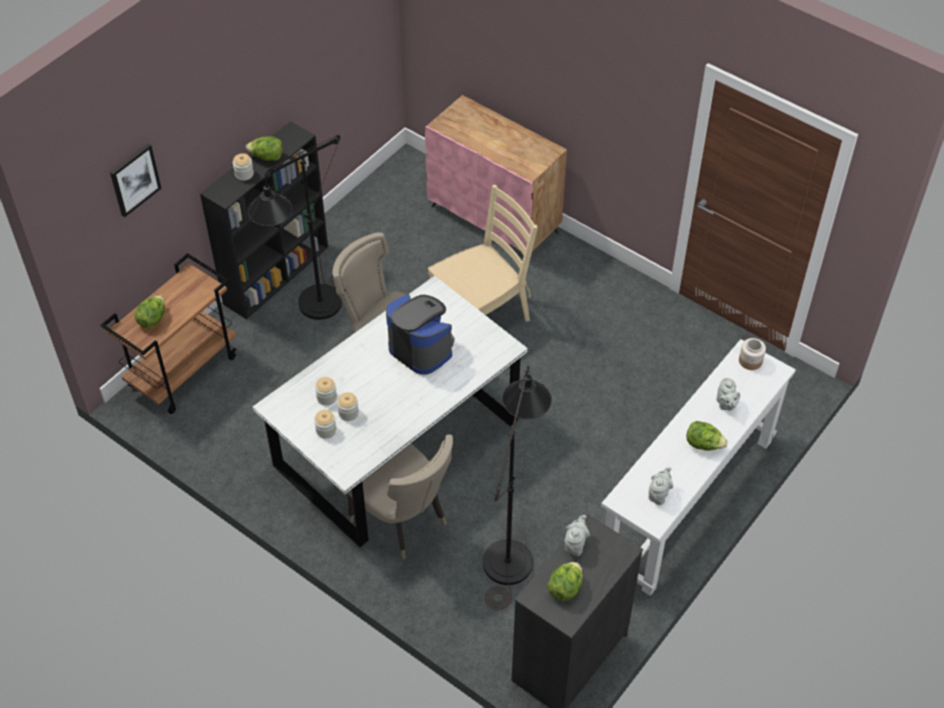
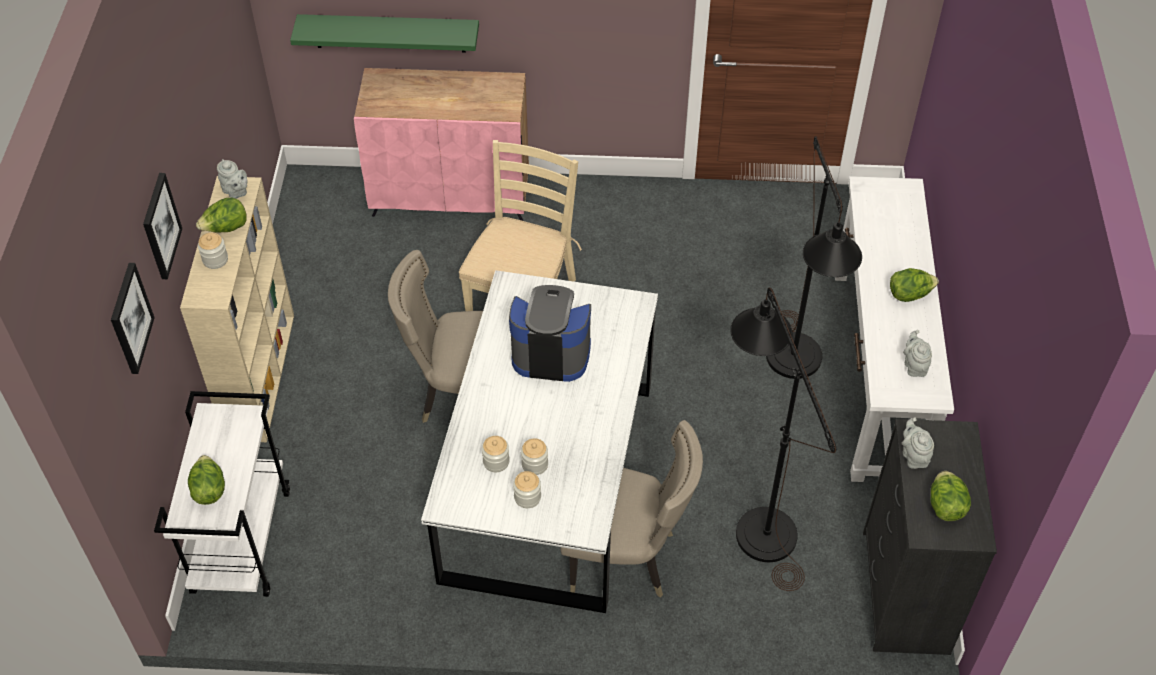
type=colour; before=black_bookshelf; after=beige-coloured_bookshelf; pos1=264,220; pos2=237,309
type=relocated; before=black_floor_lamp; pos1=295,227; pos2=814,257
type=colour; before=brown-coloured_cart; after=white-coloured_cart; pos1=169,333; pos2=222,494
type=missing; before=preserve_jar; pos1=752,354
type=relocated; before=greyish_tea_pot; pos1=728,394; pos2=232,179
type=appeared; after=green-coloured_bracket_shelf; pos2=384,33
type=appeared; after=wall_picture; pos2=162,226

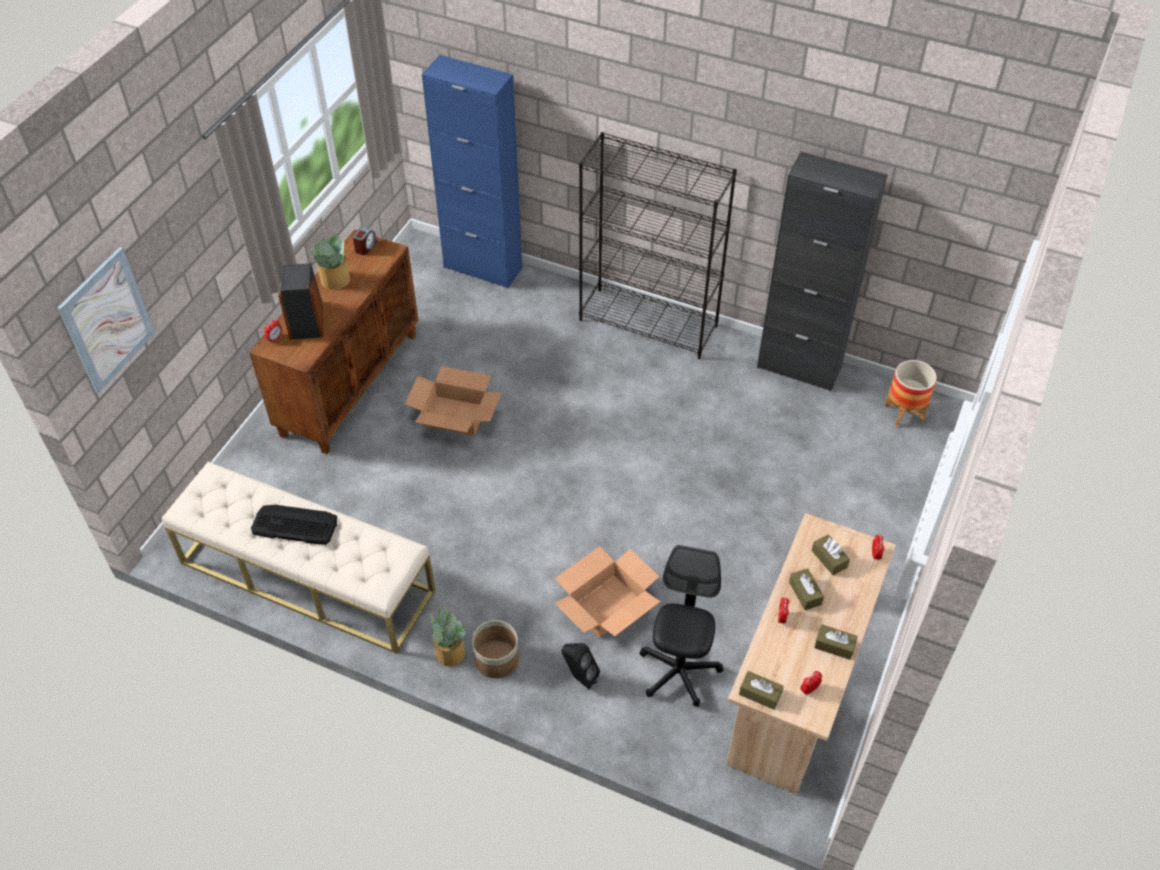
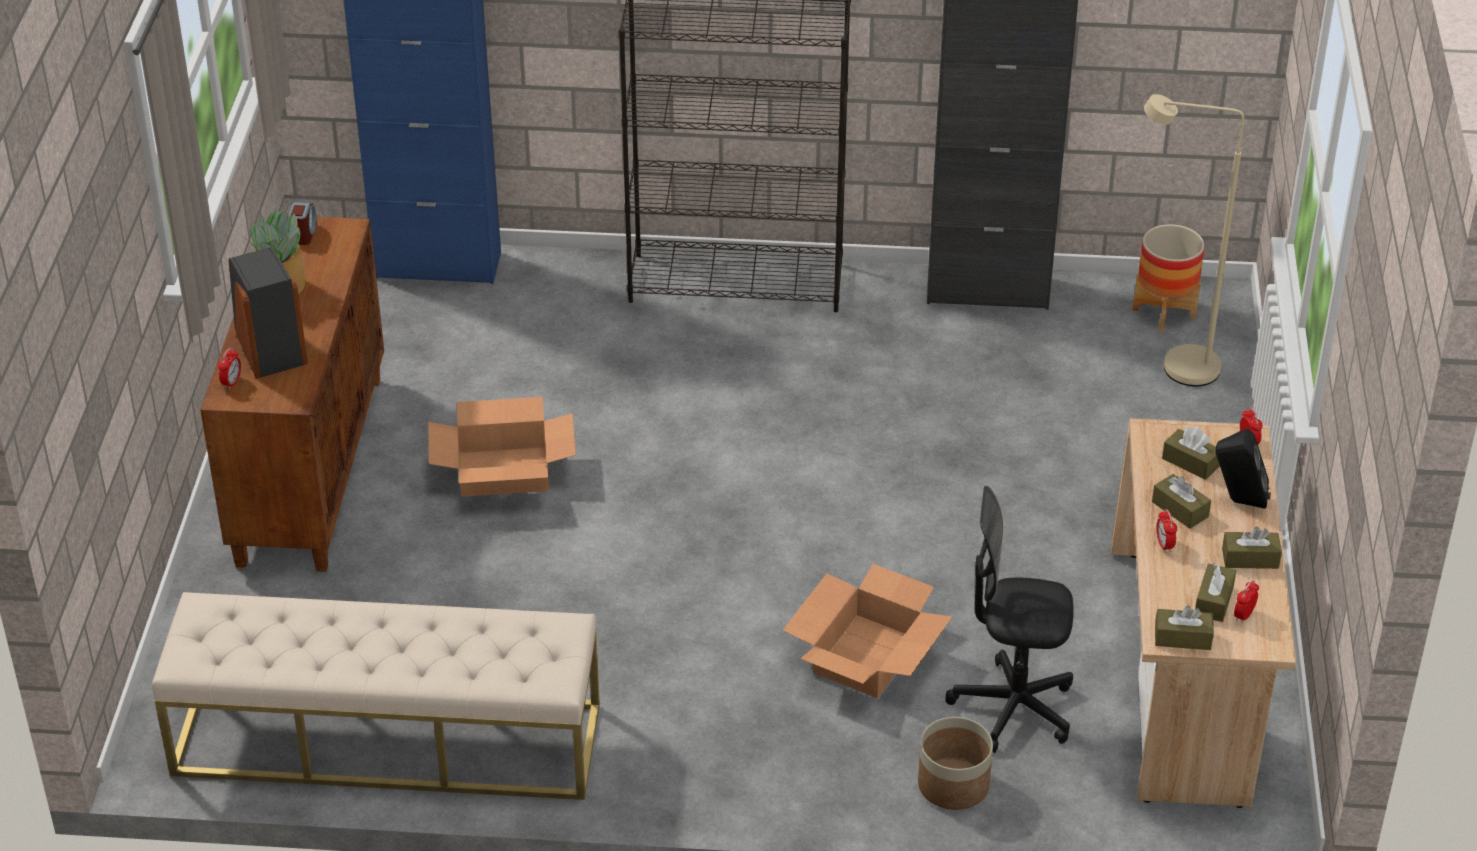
type=missing; before=wall_picture; pos1=106,320
type=missing; before=keyboard; pos1=294,525
type=spun; before=black_office_chair; pos1=681,626; pos2=1009,619; turn=-75
type=missing; before=plant_in_a_pot; pos1=447,636
type=relocated; before=plant_pot; pos1=495,649; pos2=955,763
type=relocated; before=black_audio_speaker; pos1=581,666; pos2=1243,469
type=appeared; after=beige-coloured_floor_lamp; pos2=1194,240
type=appeared; after=brown-coloured_box_of_tissues; pos2=1215,592

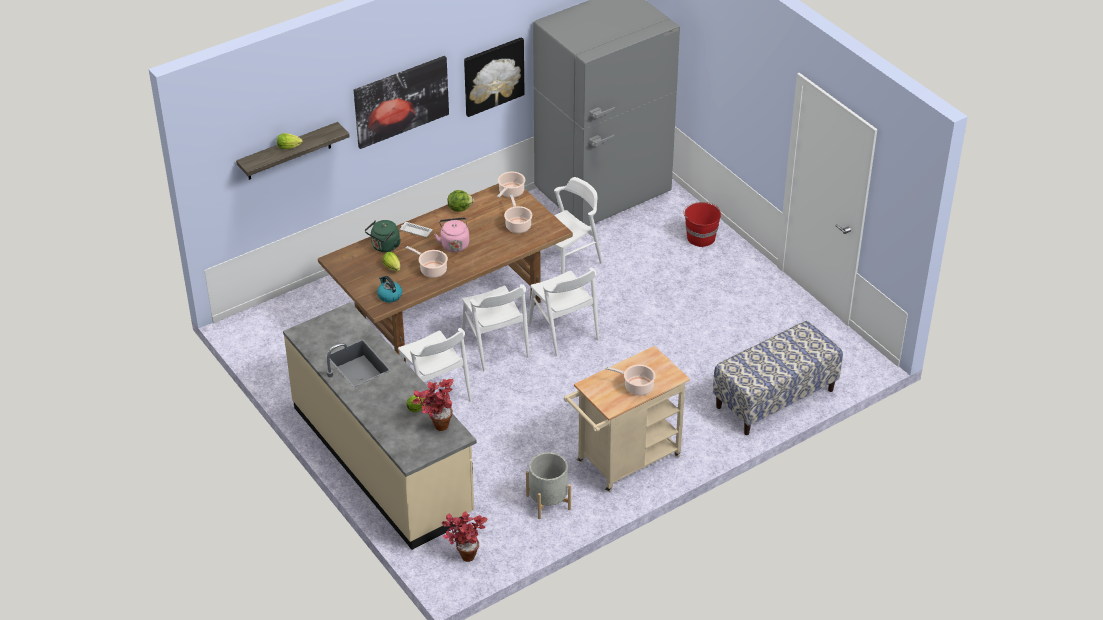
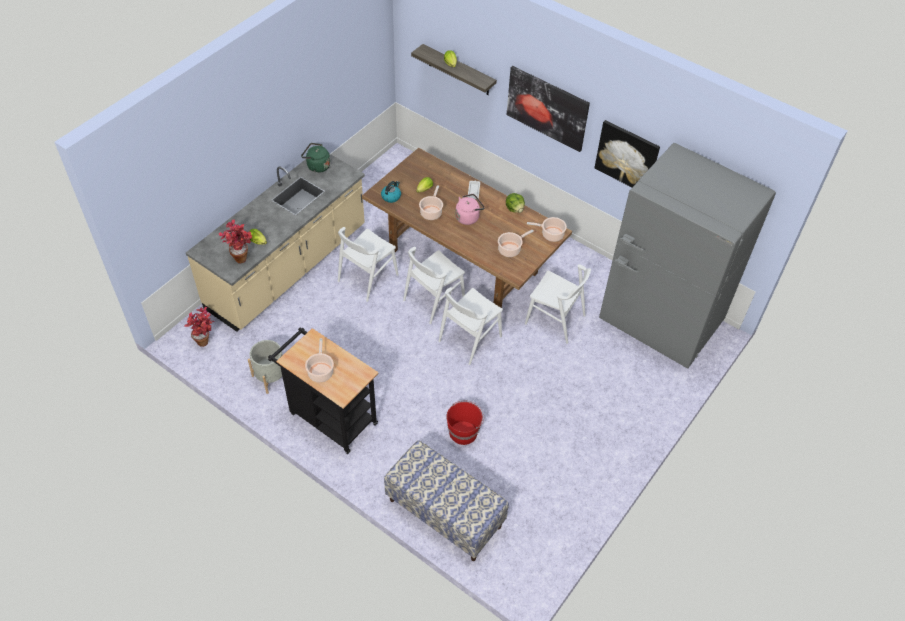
type=relocated; before=red_bucket; pos1=702,224; pos2=465,422
type=relocated; before=green-coloured_tea_kettle; pos1=383,236; pos2=315,158
type=colour; before=beige-coloured_cart; after=black_cart; pos1=627,419; pos2=323,391

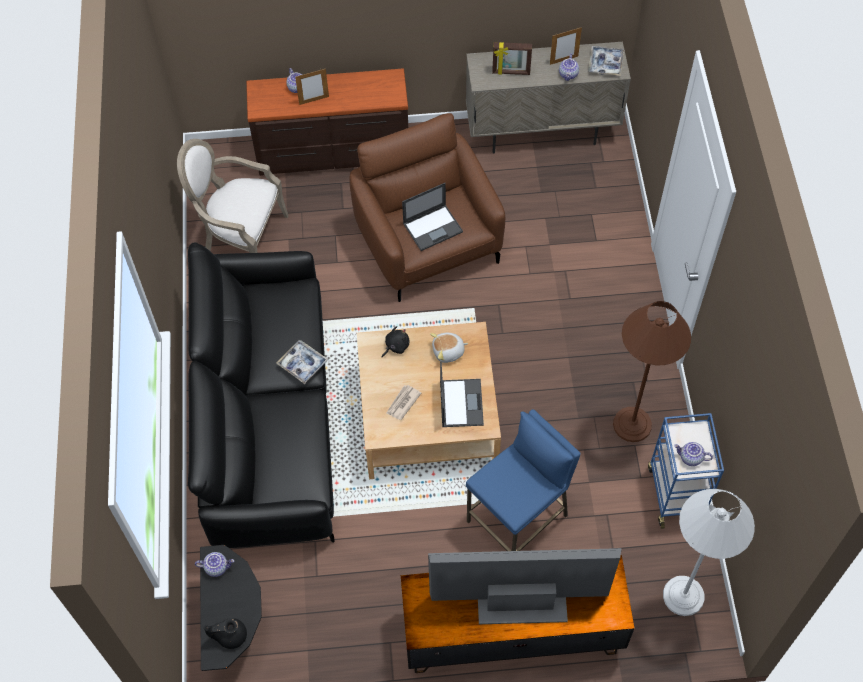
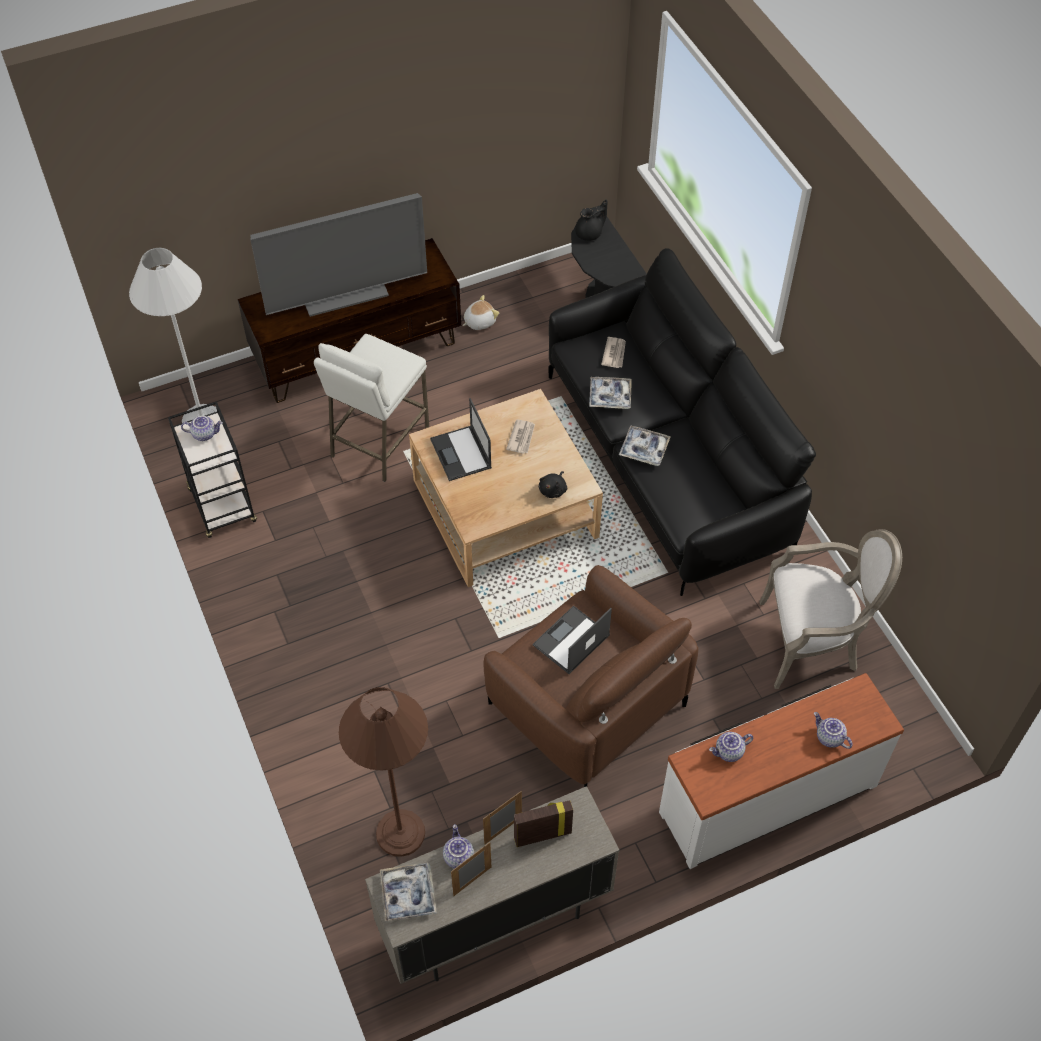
type=colour; before=brown-coloured_dresser; after=white-coloured_dresser; pos1=327,122; pos2=781,771
type=relocated; before=photo_frame; pos1=312,87; pos2=502,818
type=relocated; before=brown-coloured_floor_lamp; pos1=652,371; pos2=383,772
type=relocated; before=cuddly_toy; pos1=449,348; pos2=481,312
type=colour; before=blue_stool_seat; after=white-coloured_stool_seat; pos1=523,480; pos2=371,408
type=colour; before=blue_cart; after=black_cart; pos1=686,471; pos2=212,469
type=relocated; before=tea_pot; pos1=214,564; pos2=731,747
type=appeared; after=newspaper; pos2=613,352
type=appeared; after=tray; pos2=610,393

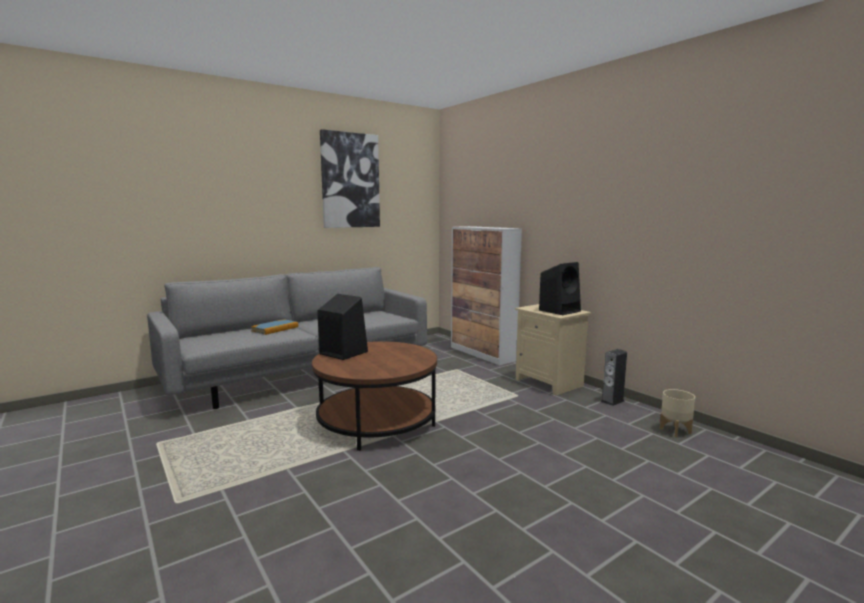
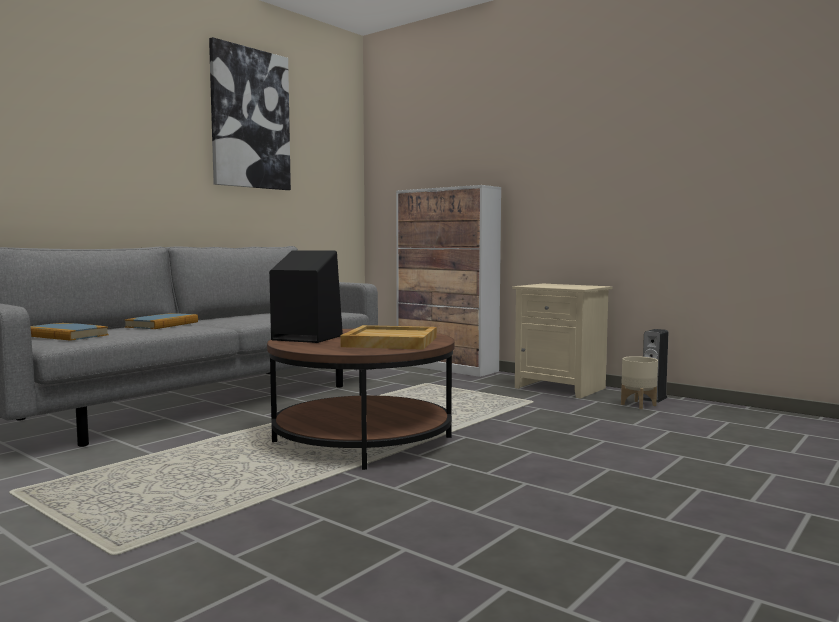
type=missing; before=black_audio_speaker; pos1=560,288
type=relocated; before=beige-coloured_plant_pot; pos1=677,413; pos2=639,382
type=appeared; after=book; pos2=69,332
type=appeared; after=beige-coloured_tray; pos2=388,337

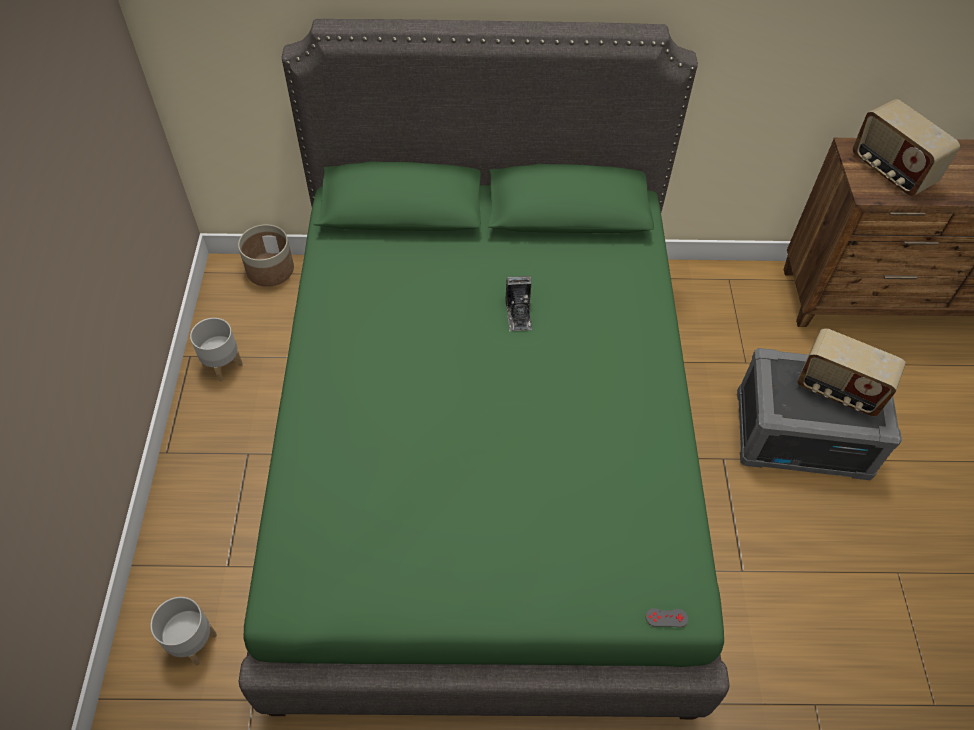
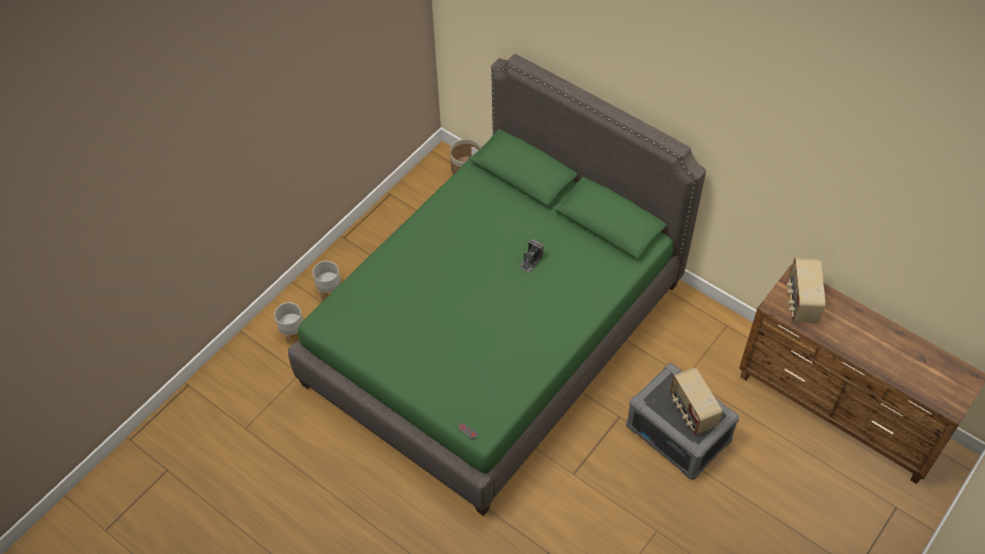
type=relocated; before=greyish_plant_pot; pos1=216,349; pos2=327,280

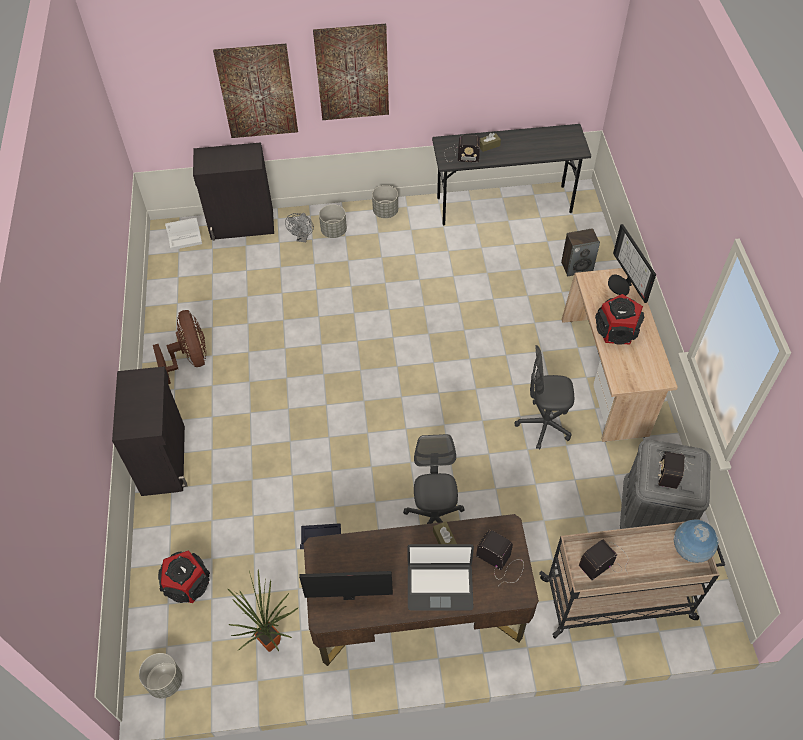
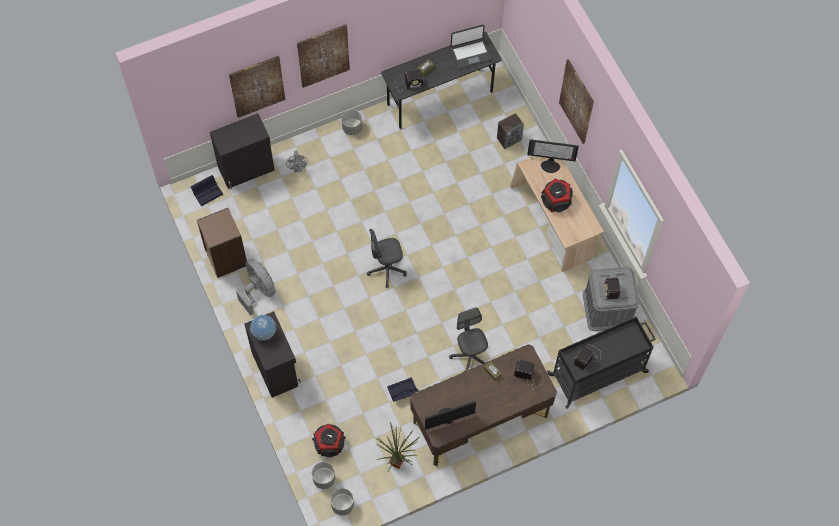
type=relocated; before=greyish_plant_pot; pos1=333,221; pos2=323,475
type=colour; before=white-coloured_storage_container; after=black_storage_container; pos1=183,233; pos2=207,190
type=spun; before=computer_display; pos1=632,263; pos2=553,156; turn=-45
type=colour; before=brown-coloured_electric_fan; after=greyish_electric_fan; pos1=179,347; pos2=256,287
type=relocated; before=greyish_office_chair; pos1=544,397; pos2=387,258
type=relocated; before=desk_globe; pos1=696,541; pos2=263,328
type=colour; before=beige-coloured_cart; after=black_cart; pos1=632,580; pos2=601,363
type=relocated; before=portable_computer; pos1=440,577; pos2=471,46
type=appeared; after=wall_picture; pos2=576,101
type=appeared; after=brown-coloured_bookshelf; pos2=222,243

